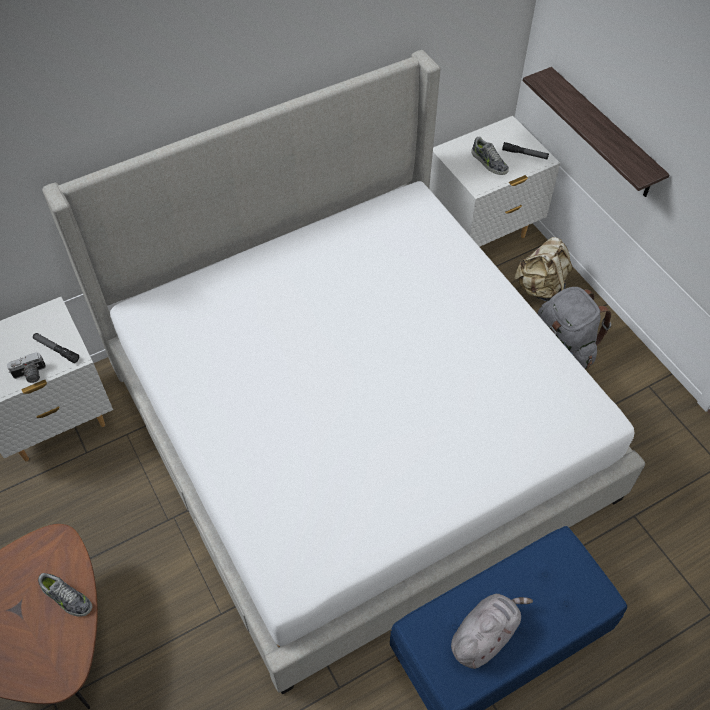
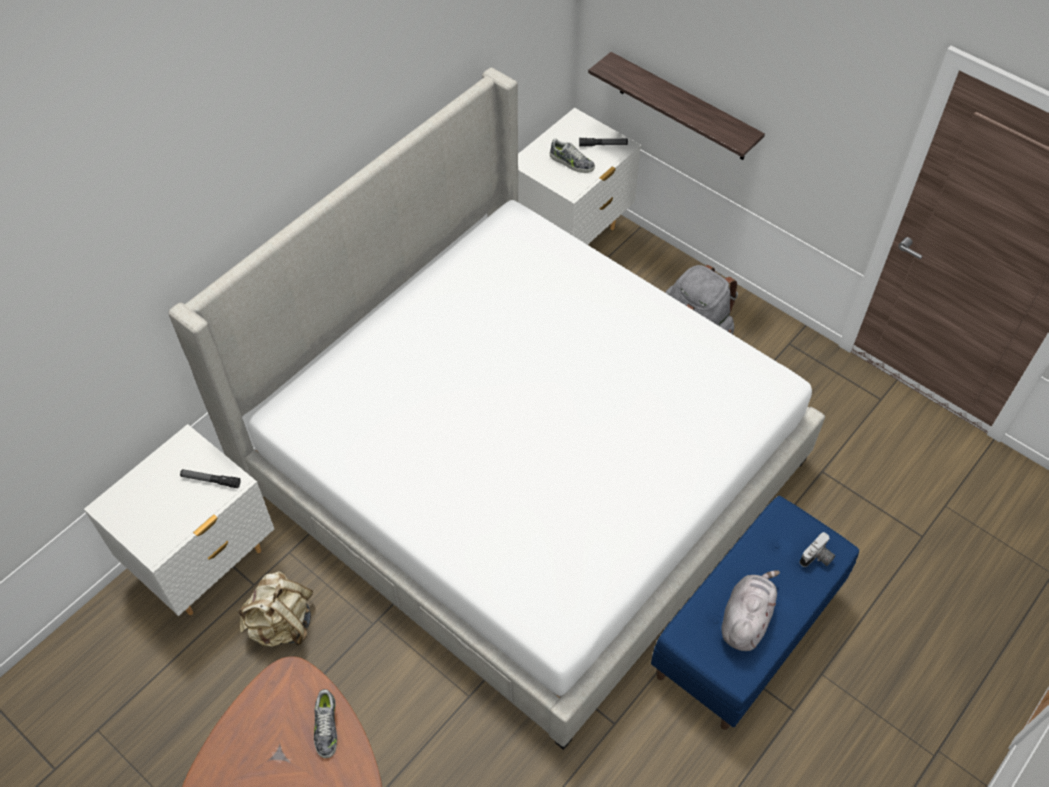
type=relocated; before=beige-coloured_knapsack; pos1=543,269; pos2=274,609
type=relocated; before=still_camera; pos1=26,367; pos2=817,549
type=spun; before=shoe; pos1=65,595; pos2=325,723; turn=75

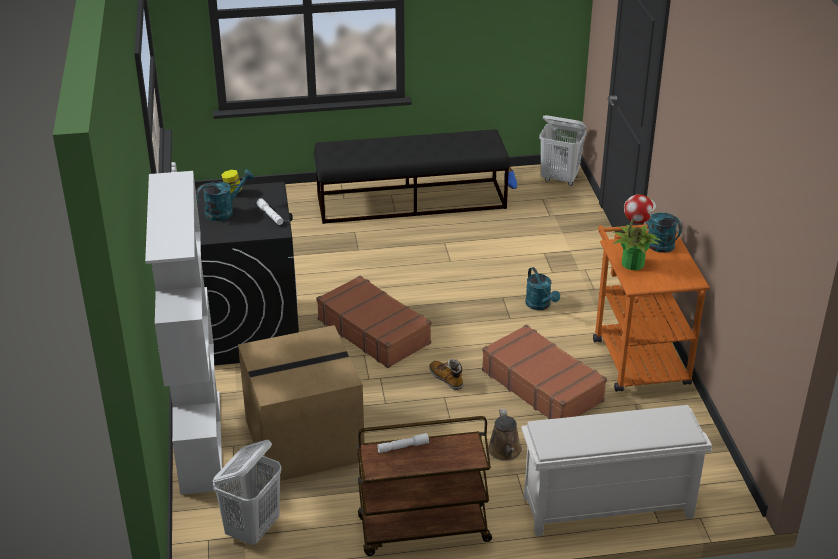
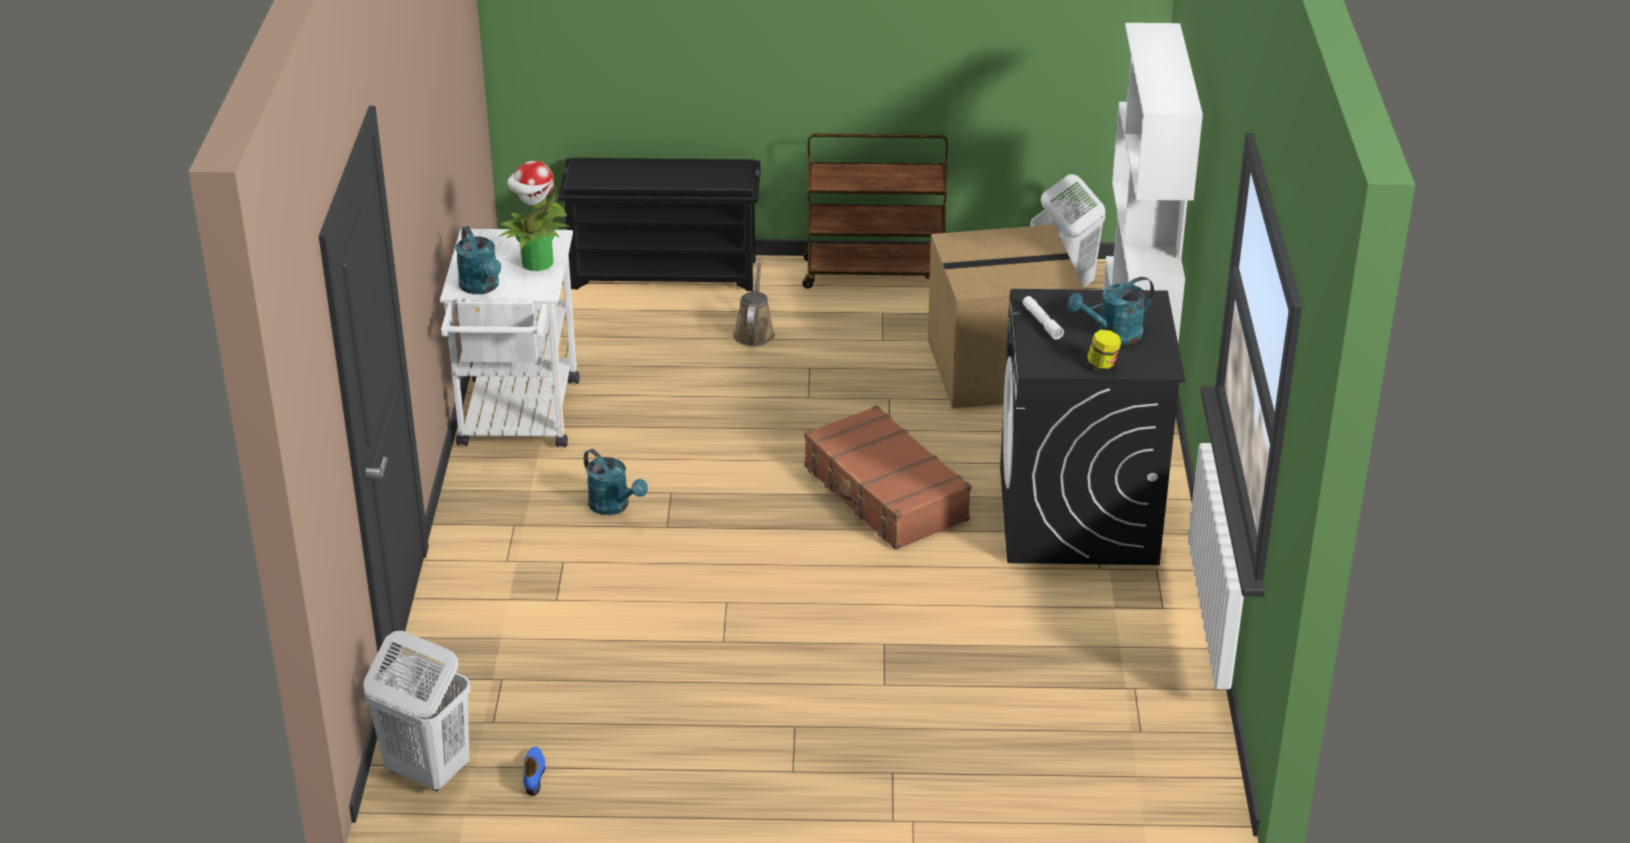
type=missing; before=black_indoor_bench; pos1=412,176
type=colour; before=orange_cart; after=white-coloured_cart; pos1=651,308; pos2=510,338
type=spun; before=turquoise_sprinkling_can; pos1=542,288; pos2=616,482; turn=150
type=missing; before=brown-coloured_travel_case; pos1=544,372
type=missing; before=tall_boot; pos1=446,374
type=colour; before=white-coloured_shoe_shelf; after=black_shoe_shelf; pos1=616,470; pos2=659,224
type=missing; before=white-coloured_hand_torch; pos1=403,443

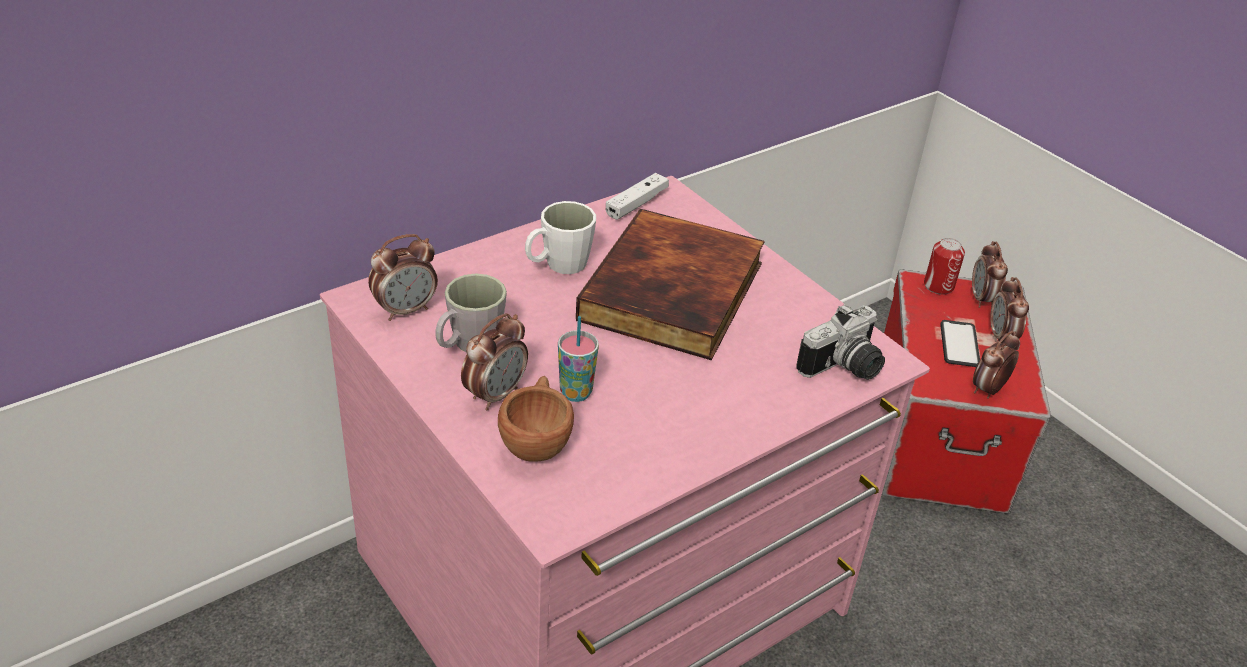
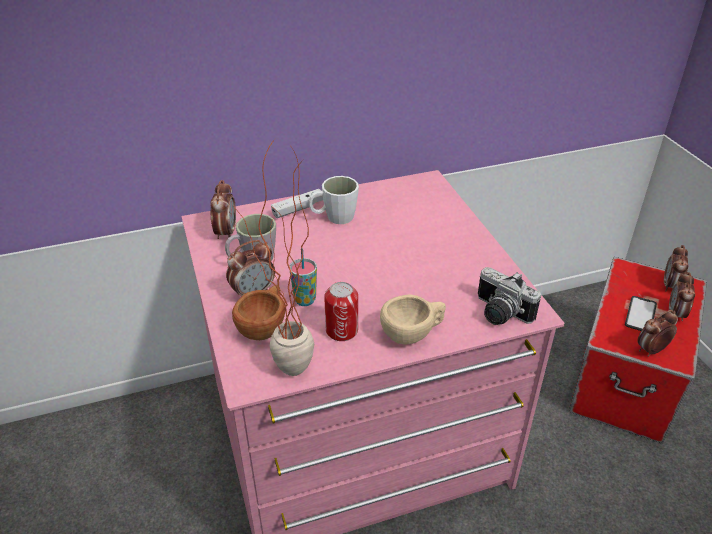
type=relocated; before=white-coloured_game_controller; pos1=637,196; pos2=297,203
type=missing; before=book; pos1=670,284
type=spun; before=bedside_clock; pos1=403,277; pos2=223,209; turn=-75
type=relocated; before=metal_can; pos1=944,266; pos2=341,311
type=spun; before=still_camera; pos1=840,342; pos2=509,296; turn=60
type=appeared; after=plant_in_a_pot; pos2=273,257
type=appeared; after=beige-coloured_drinking_cup; pos2=413,319

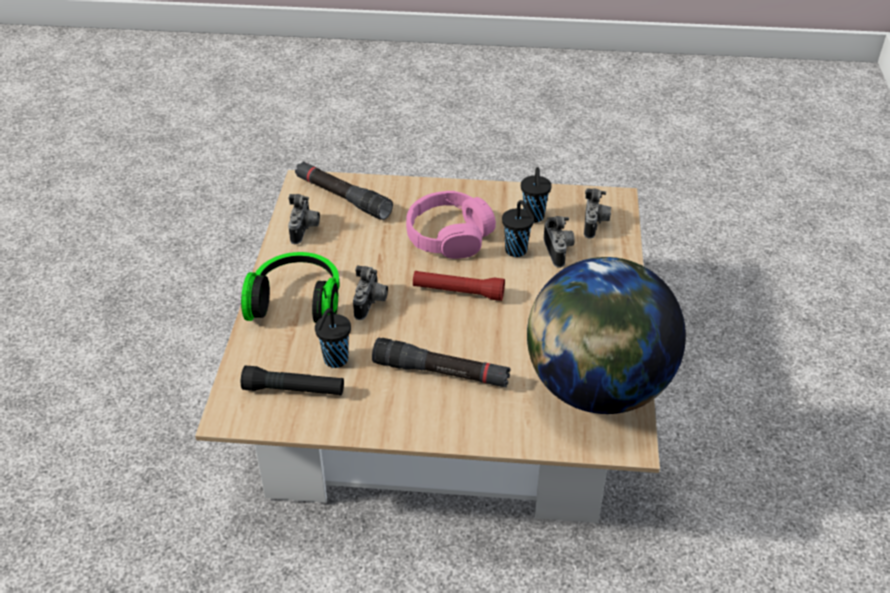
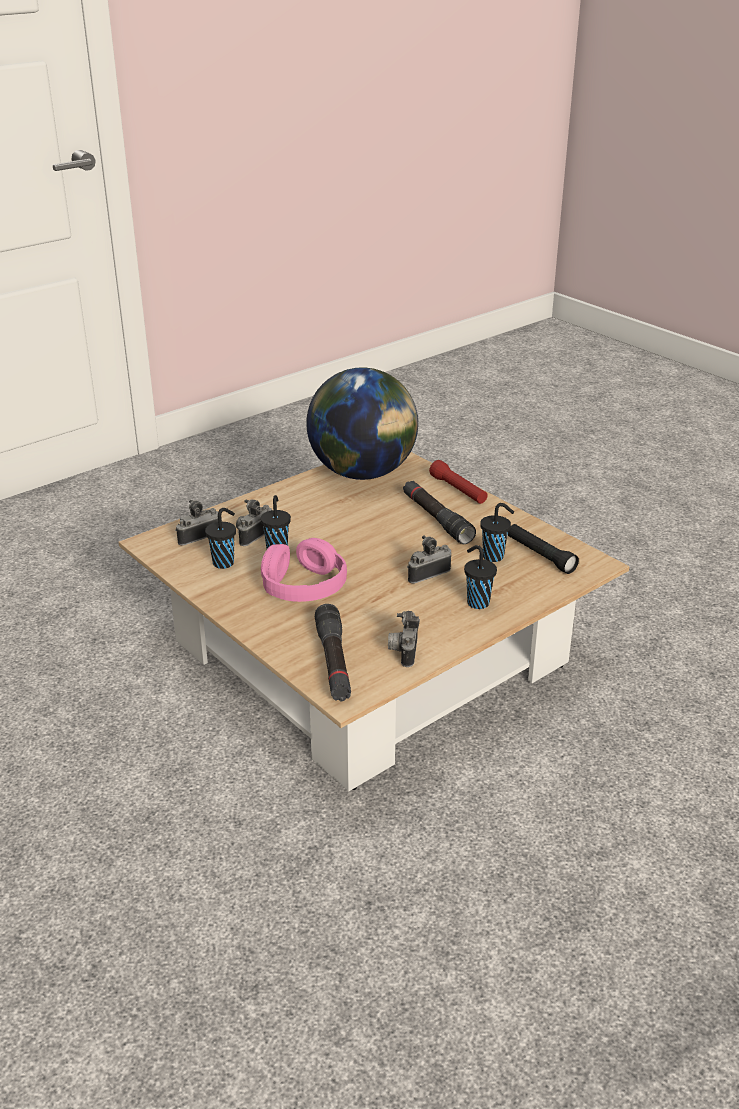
type=spun; before=still_camera; pos1=304,219; pos2=404,639; turn=-45
type=exchanged; before=pair_of_headphones; after=black_drinking_cup; pos1=290,287; pos2=480,577
type=relocated; before=red_hand_torch; pos1=459,286; pos2=458,482

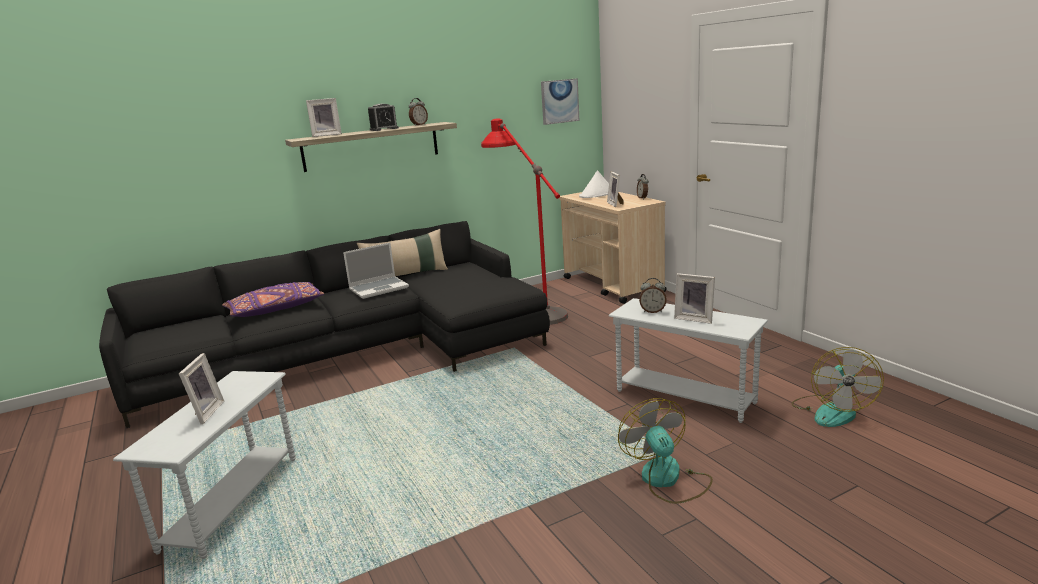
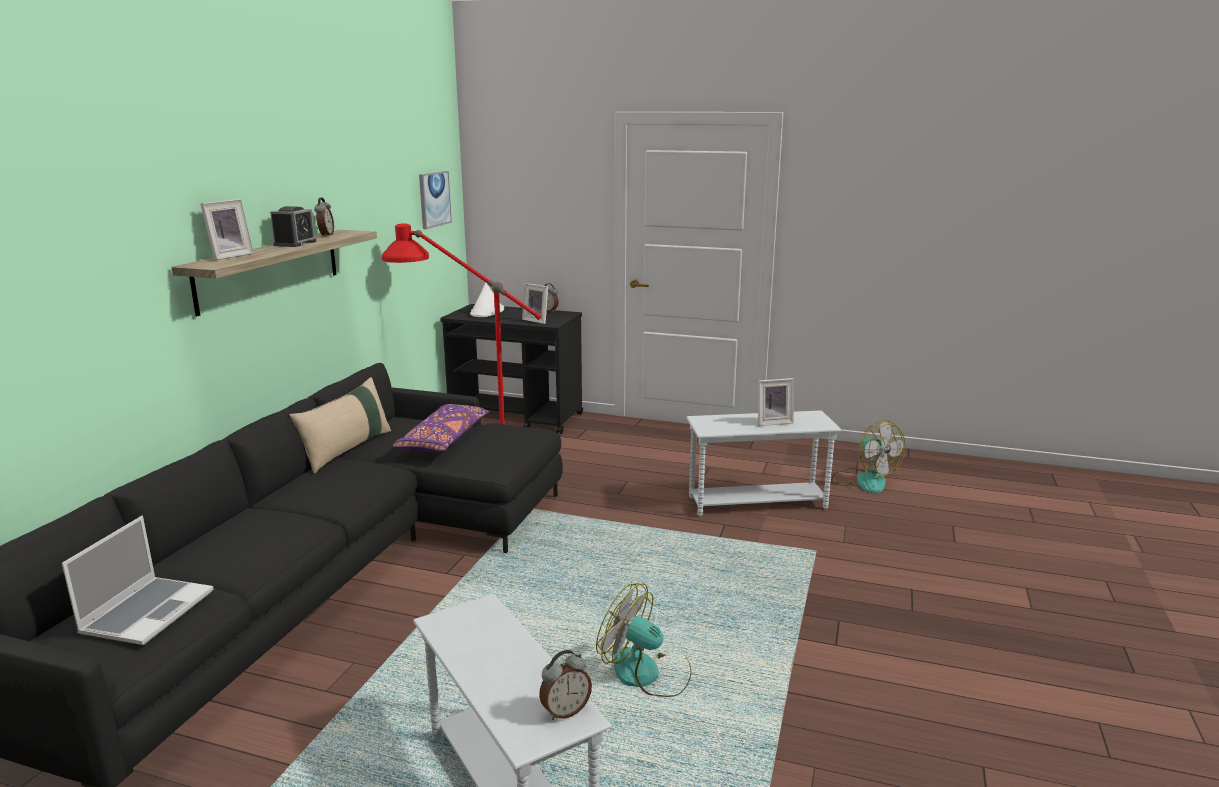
type=colour; before=beige-coloured_cart; after=black_cart; pos1=613,248; pos2=512,369
type=relocated; before=portable_computer; pos1=376,271; pos2=137,580
type=relocated; before=bedside_clock; pos1=653,295; pos2=565,685
type=relocated; before=purple-coloured_cushion; pos1=273,299; pos2=441,428
type=missing; before=photo_frame; pos1=201,388
type=relocated; before=electric_fan; pos1=665,451; pos2=643,640

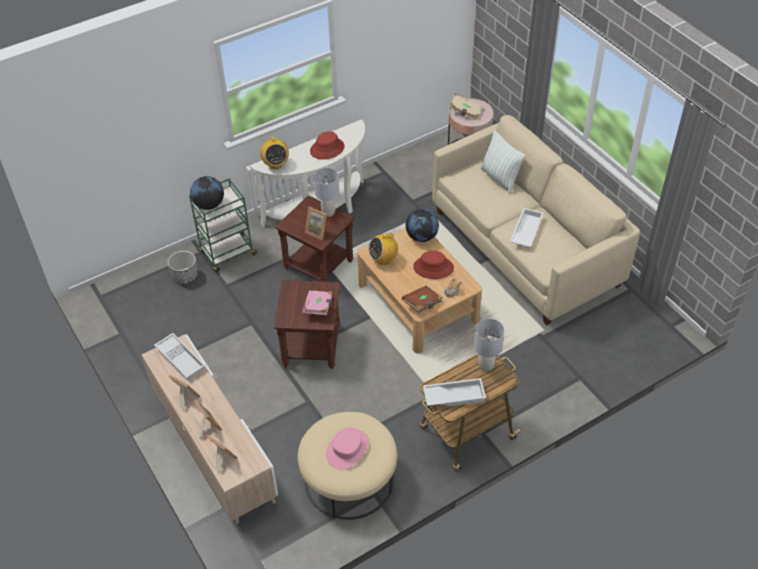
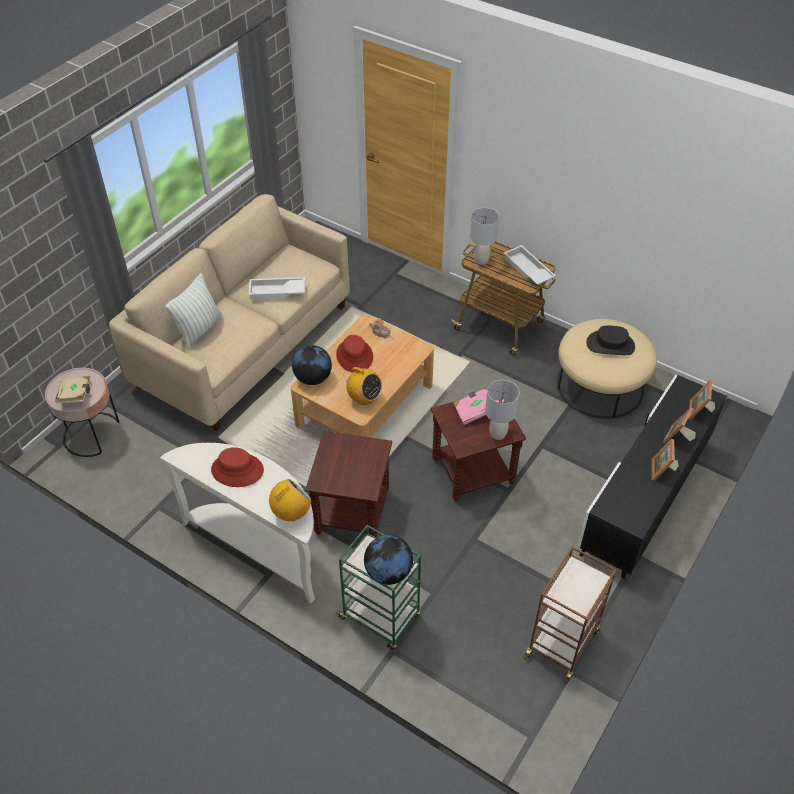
type=relocated; before=greyish_lamp_for_a_table; pos1=326,192; pos2=502,410
type=missing; before=photo_frame; pos1=316,223
type=missing; before=plant_pot; pos1=182,267
type=missing; before=brown-coloured_book; pos1=422,299
type=missing; before=white-coloured_tray; pos1=180,357
type=colour; before=beige-coloured_tv_stand; after=black_tv_stand; pos1=210,429; pos2=652,477
type=colour; before=pink-coloured_wearable_hat; after=black_wearable_hat; pos1=347,448; pos2=610,340
type=appeared; after=brown-coloured_cart; pos2=570,615

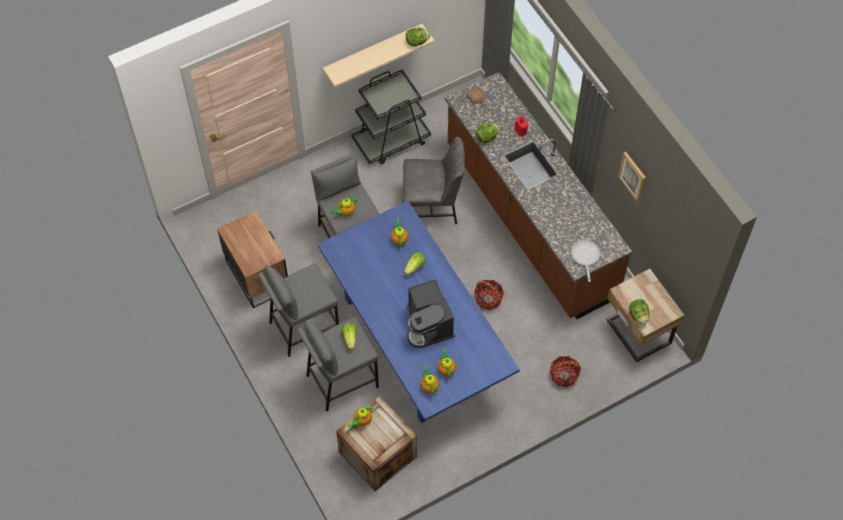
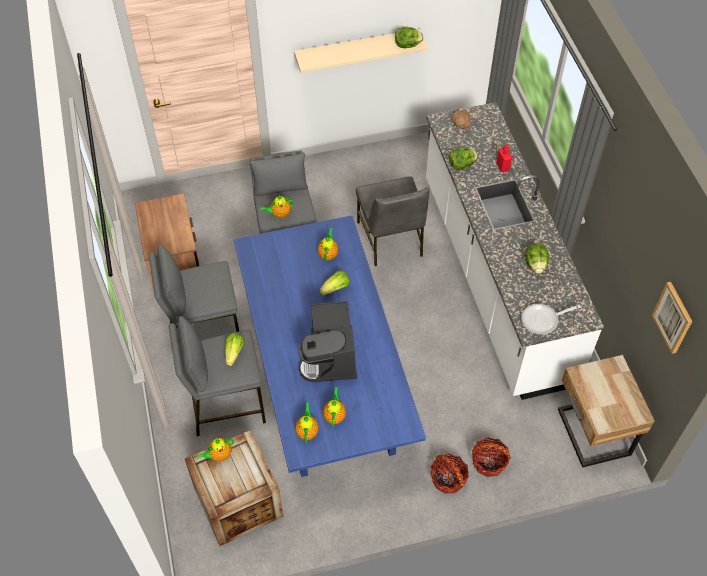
type=missing; before=black_cart; pos1=391,116
type=colour; before=brown-coloured_kitchen_counter; after=white-coloured_kitchen_counter; pos1=538,195; pos2=515,251
type=spun; before=greyish_upright_chair; pos1=434,180; pos2=393,221; turn=60
type=relocated; before=wall_picture; pos1=632,177; pos2=672,318
type=spun; before=frying_pan; pos1=585,261; pos2=551,319; turn=-120
type=relocated; before=basket; pos1=489,295; pos2=450,474
type=relocated; before=head_of_lettuce; pos1=639,312; pos2=537,258

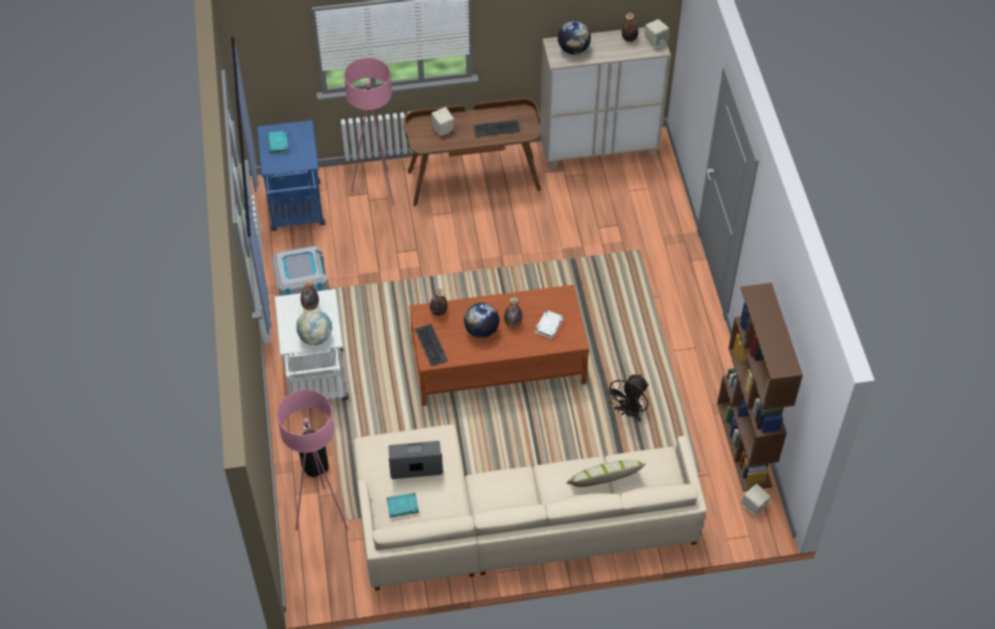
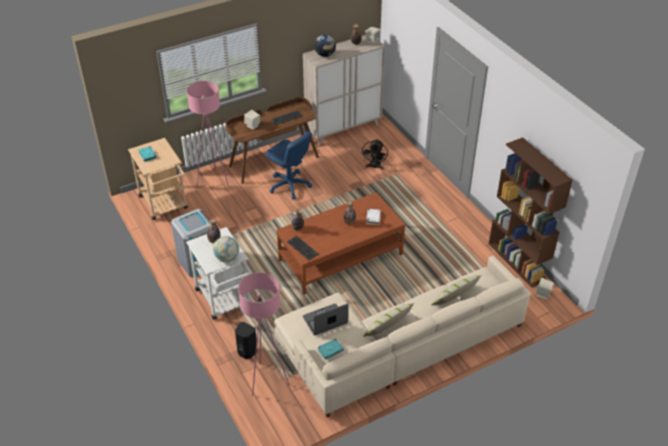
type=colour; before=blue_cart; after=beige-coloured_cart; pos1=291,175; pos2=158,179
type=missing; before=desk_globe; pos1=481,320
type=relocated; before=black_electric_fan; pos1=627,398; pos2=375,154
type=appeared; after=blue_office_chair; pos2=289,165
type=appeared; after=cushion; pos2=388,320

